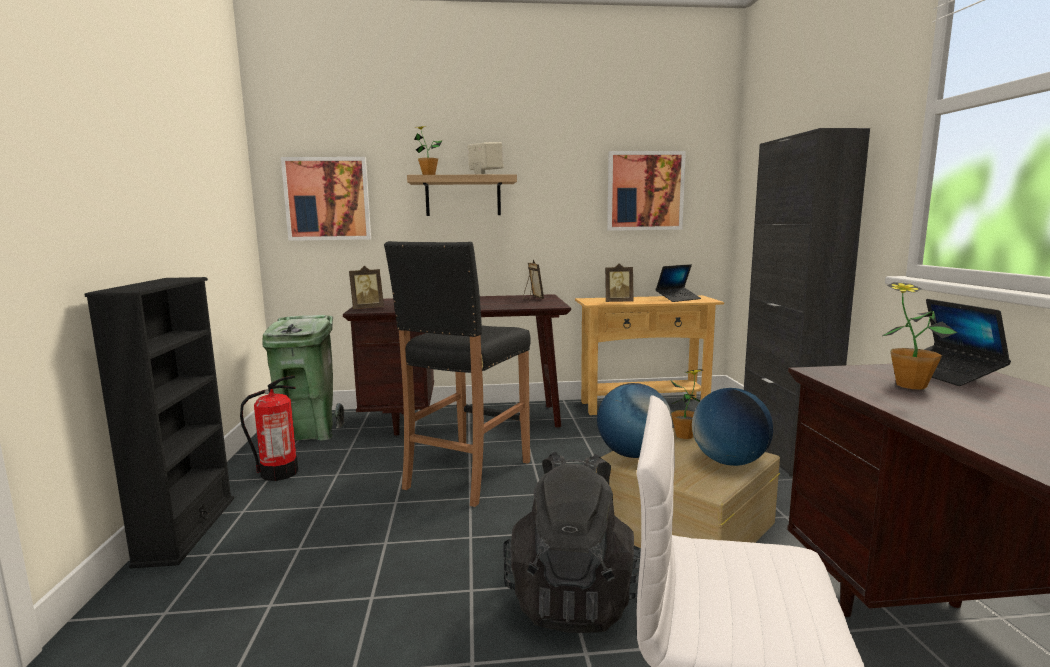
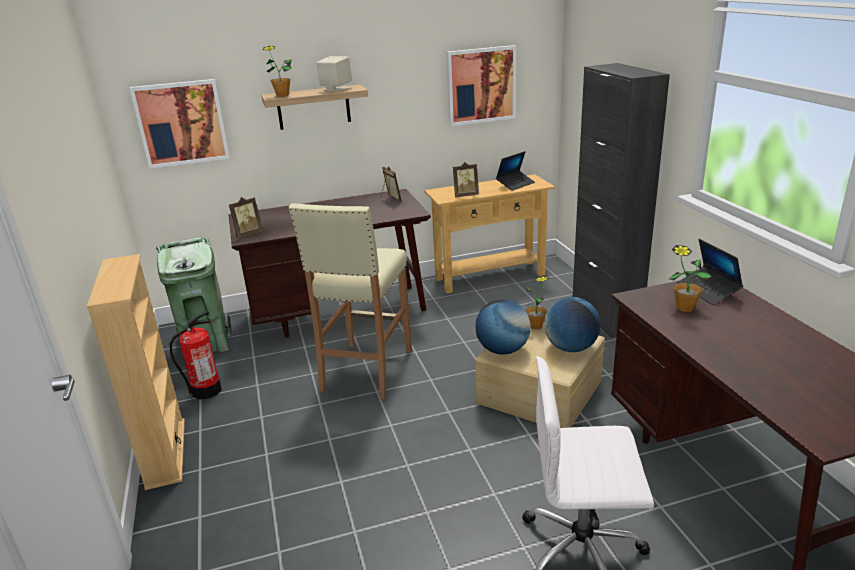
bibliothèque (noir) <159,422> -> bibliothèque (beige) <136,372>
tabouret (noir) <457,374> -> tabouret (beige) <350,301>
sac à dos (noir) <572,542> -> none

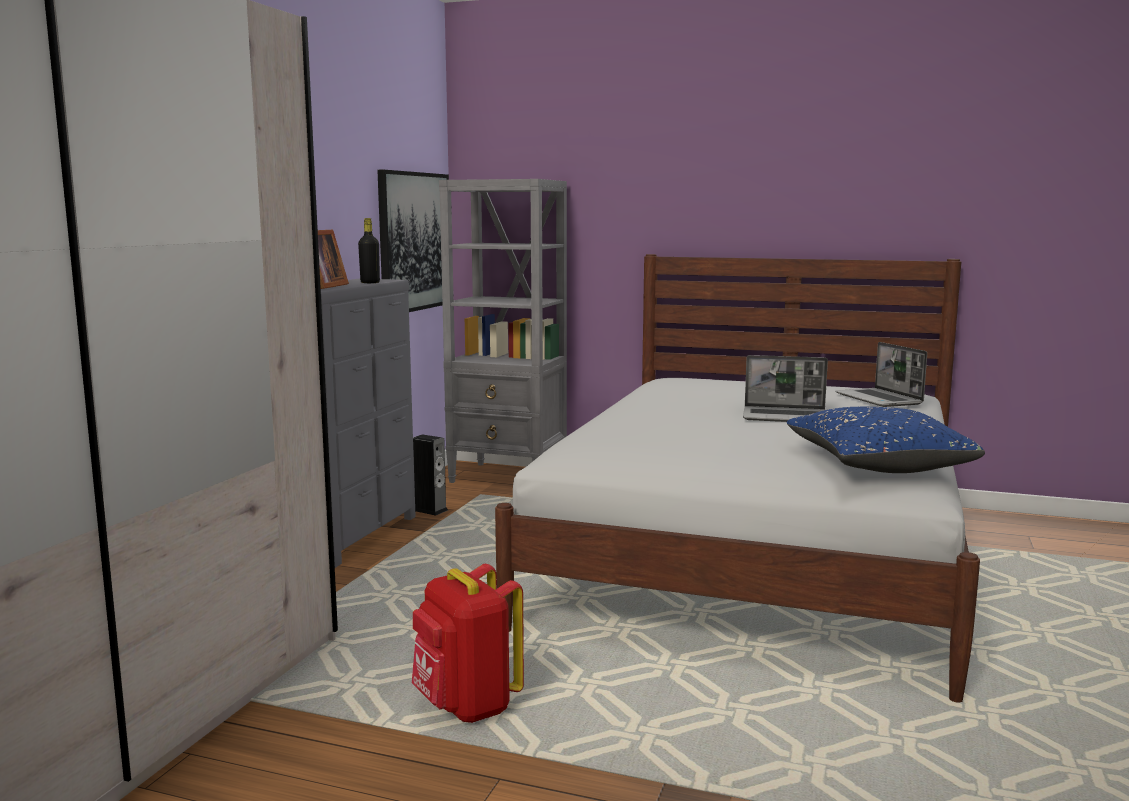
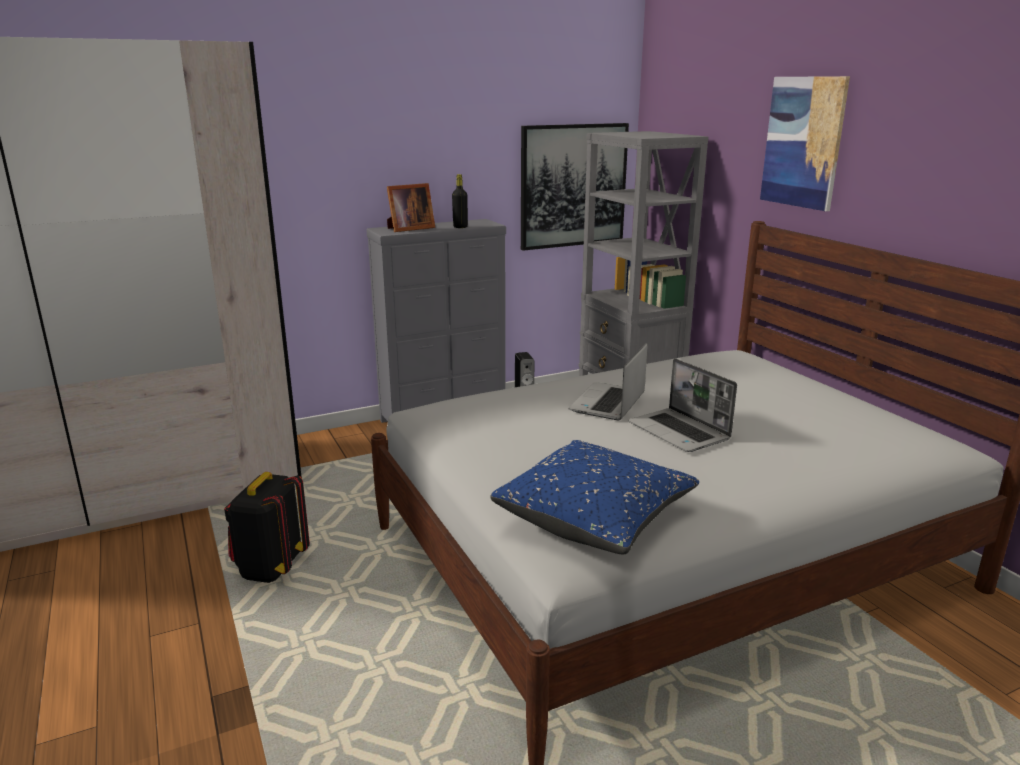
sac à dos (rouge) <468,643> -> sac à dos (noir) <267,527>
ordinateur portable <881,374> -> ordinateur portable <608,381>, shifted
none -> tableau <805,143>

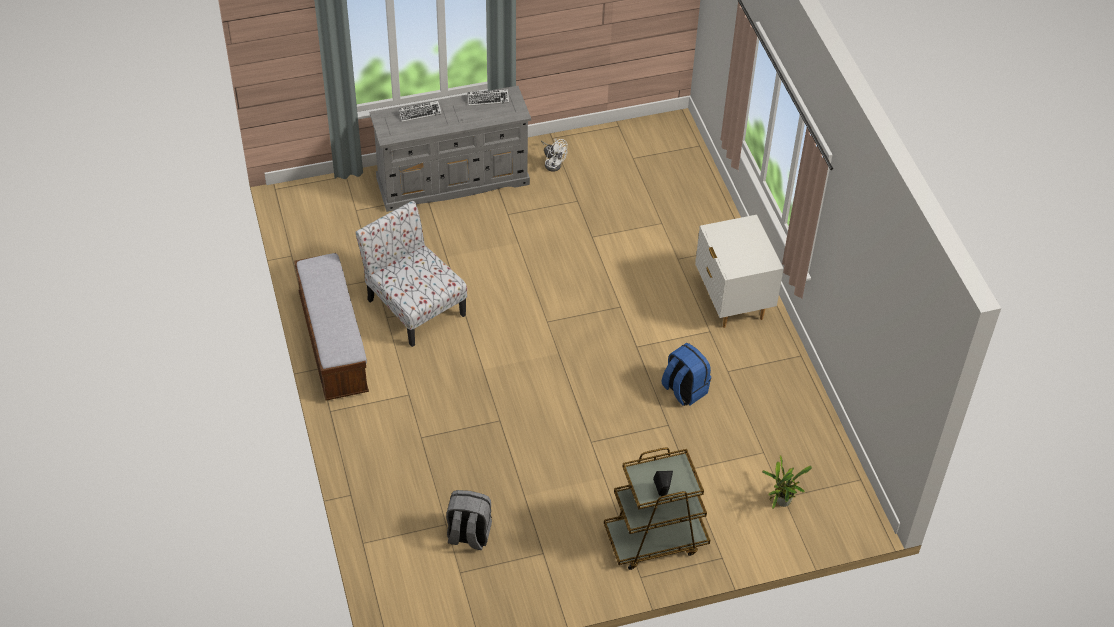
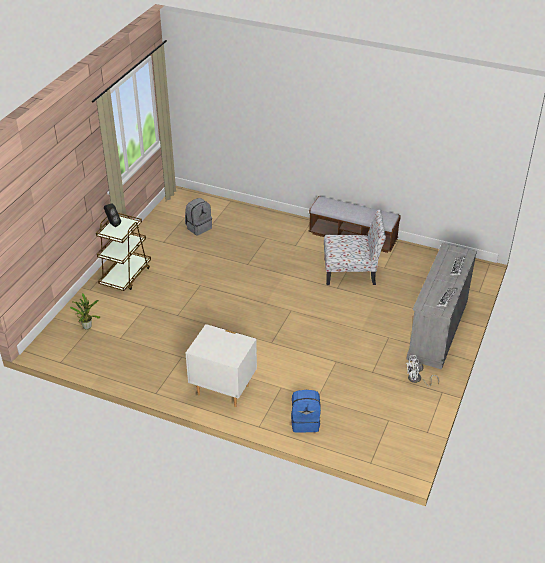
sac à dos (bleu) <686,374> -> sac à dos (bleu) <306,411>, shifted

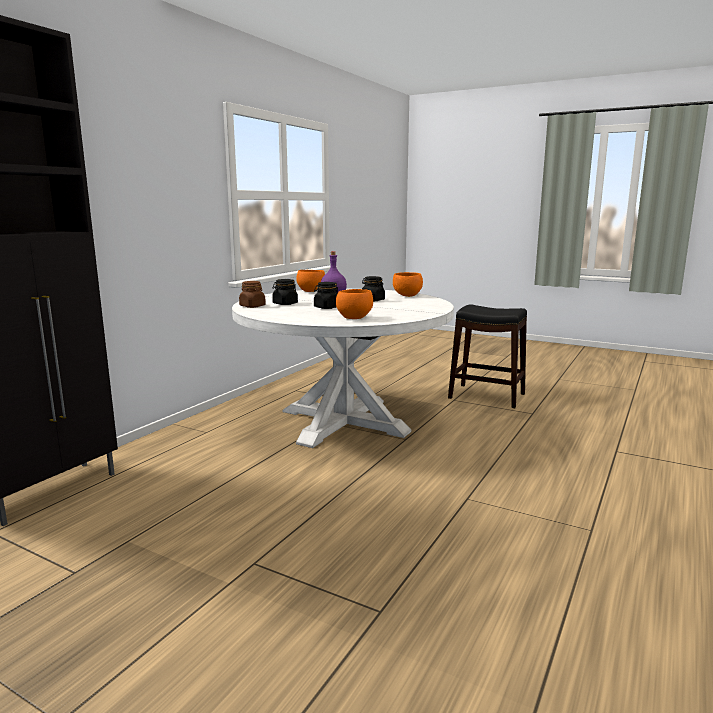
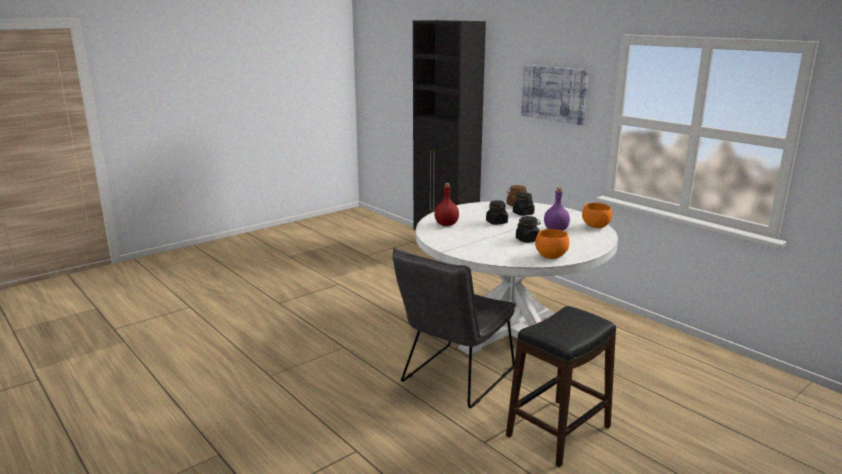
bol (orange) <354,304> -> bouteille (rouge) <446,204>
none -> chaise (gris) <454,328>
none -> tableau <555,95>

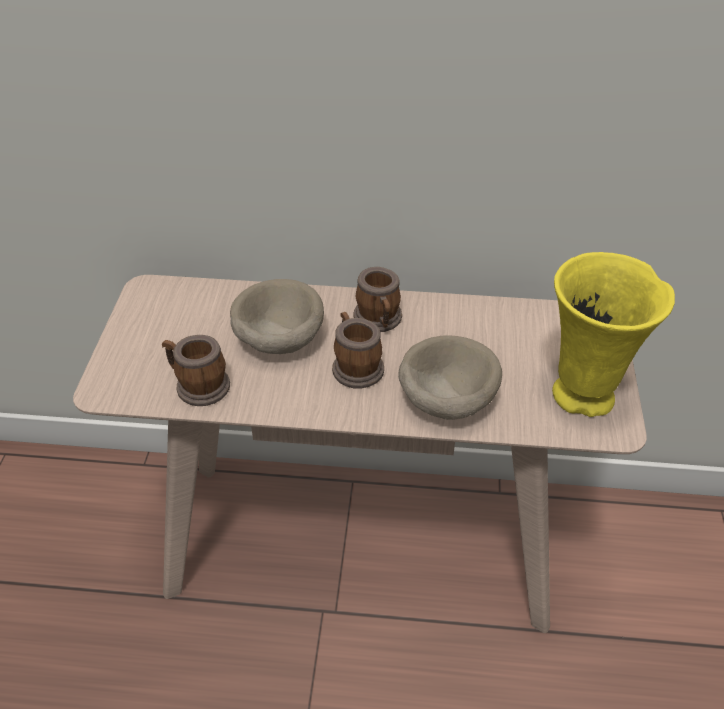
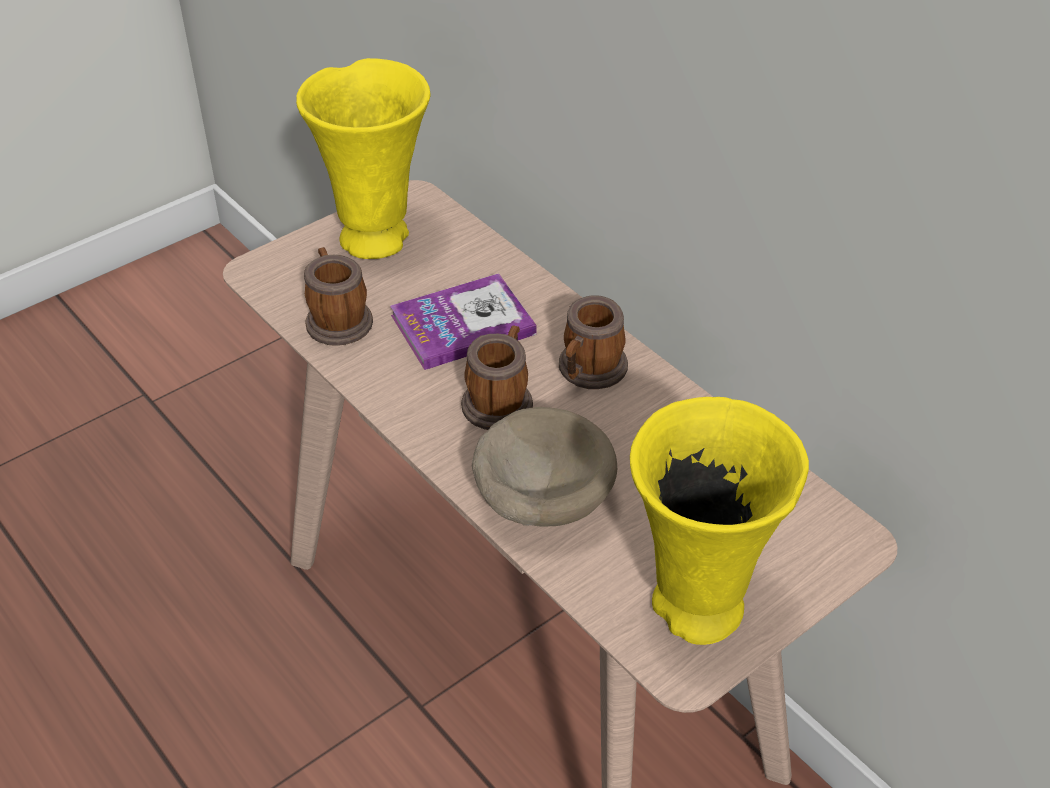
bol (beige) <277,316> -> livre <463,321>
none -> vase (jaune) <363,158>

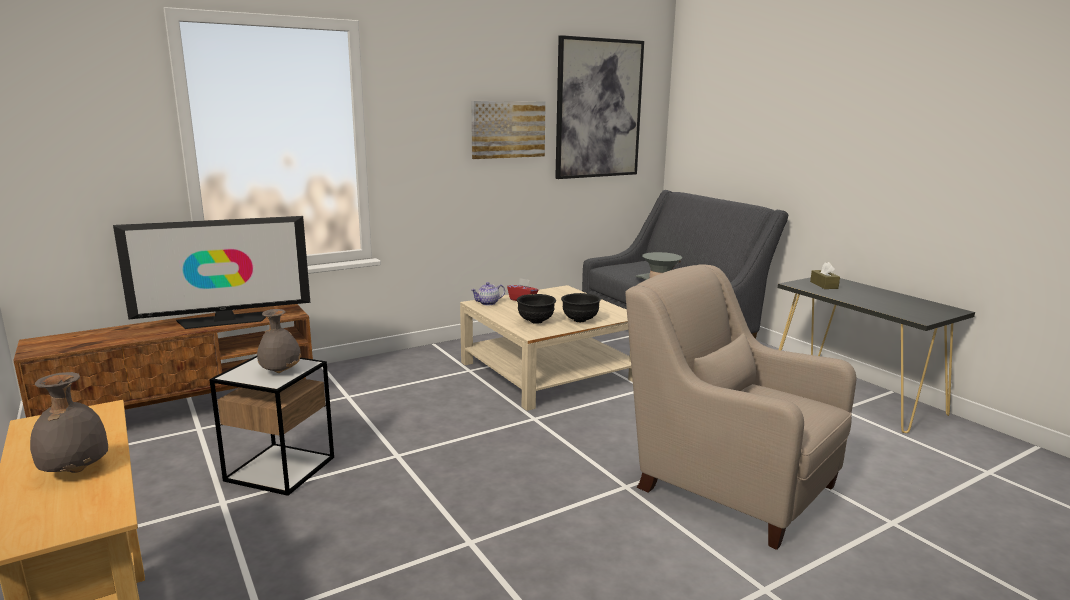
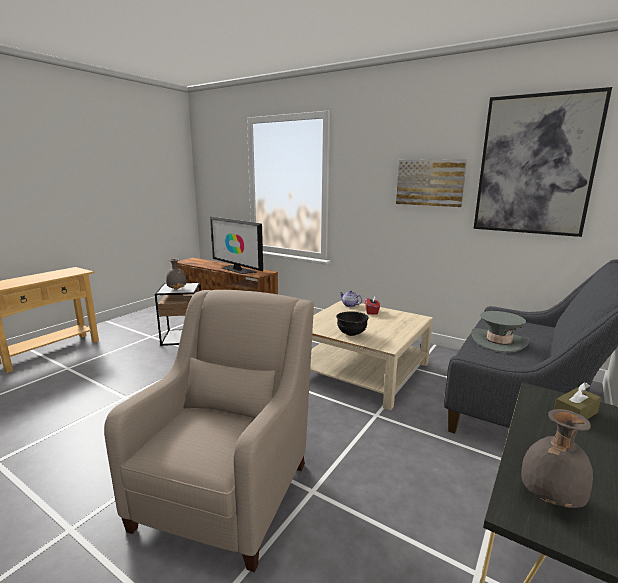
vase (gris) <69,422> -> vase (gris) <557,458>, shifted
bol (noir) <536,309> -> none

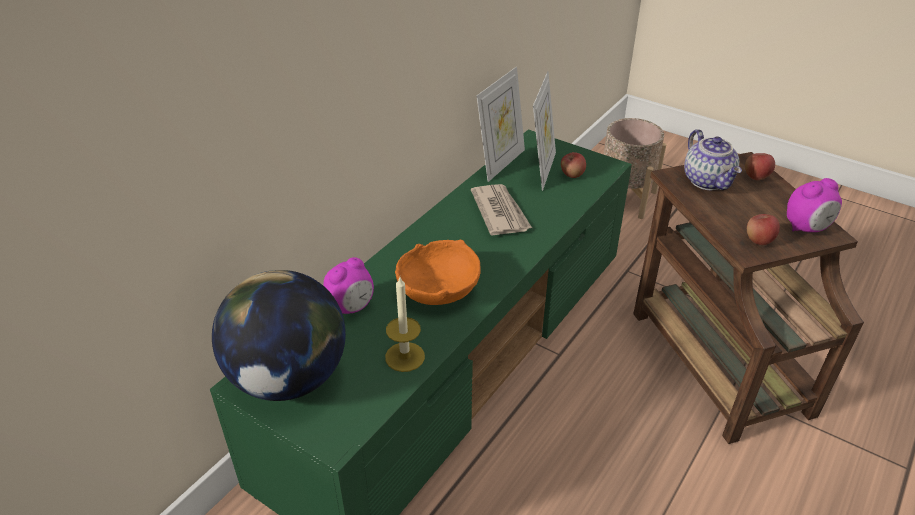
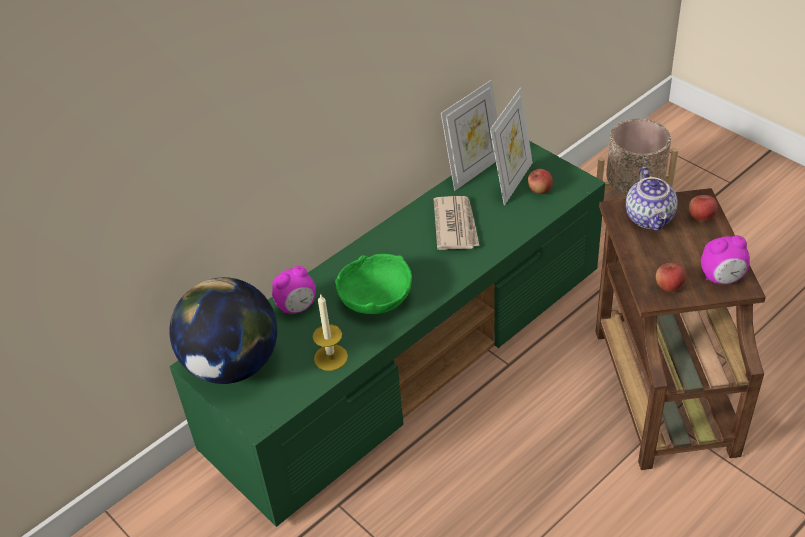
bol (orange) <438,272> -> bol (vert) <373,284>

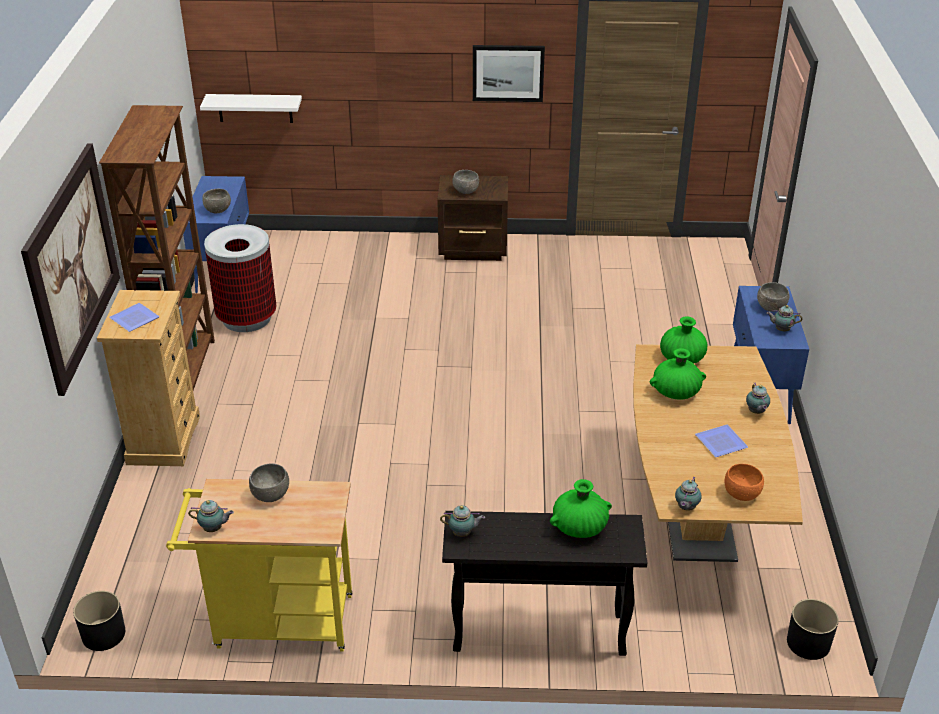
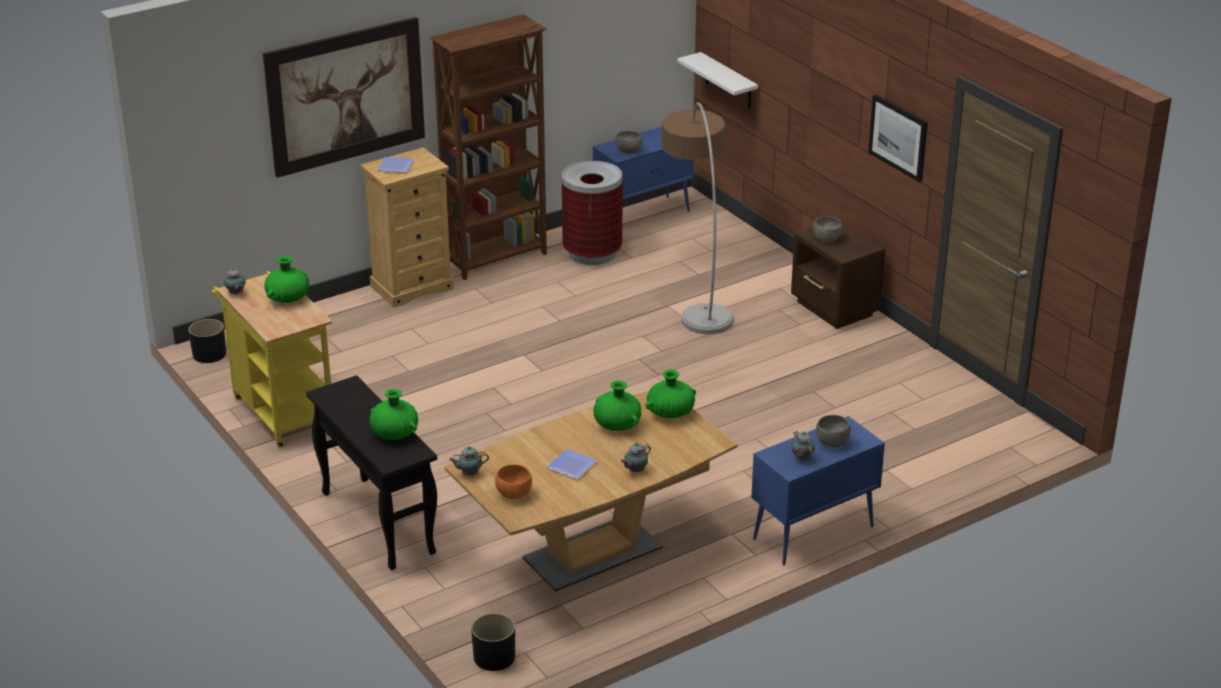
bol (gris) <269,482> -> vase (vert) <287,279>
théière <462,521> -> none
none -> lampadaire <697,218>

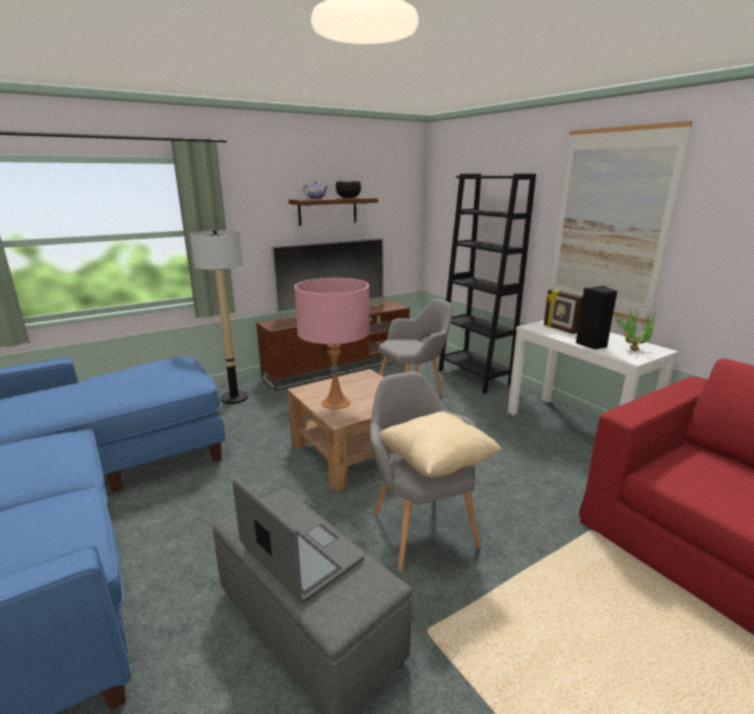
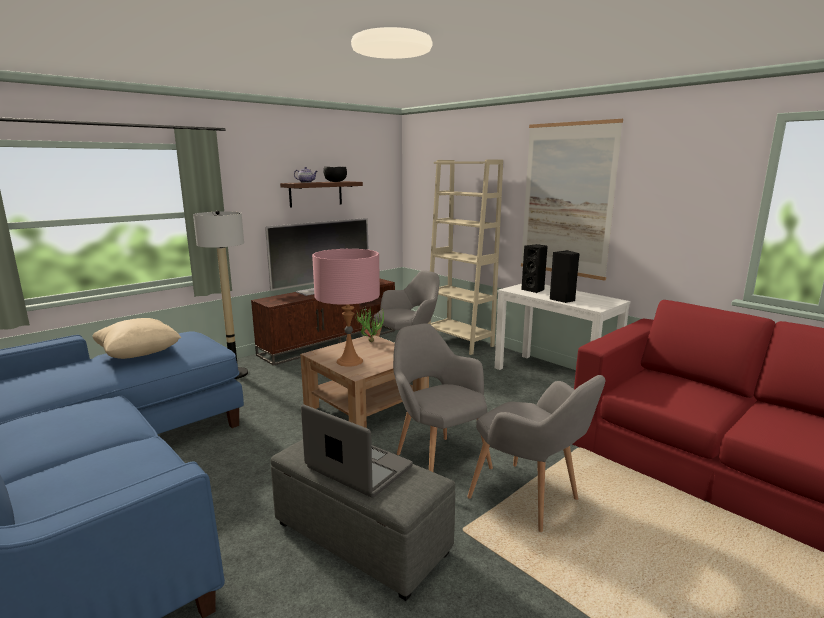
coussin (beige) <441,444> -> coussin (beige) <136,338>, shifted
bibliothèque (noir) <487,284> -> bibliothèque (beige) <465,257>
cadre photo <563,311> -> enceinte (noir) <534,268>
plante en pot <634,329> -> plante en pot <370,324>, shifted
none -> fauteuil (gris) <536,453>

